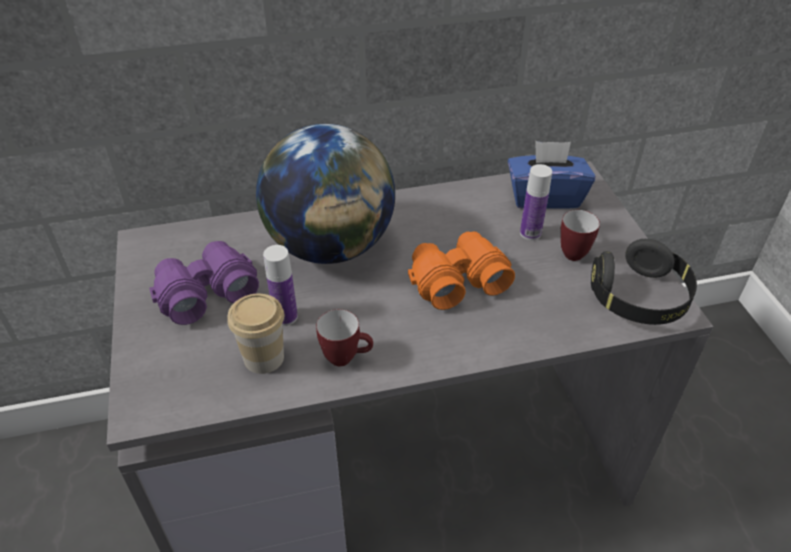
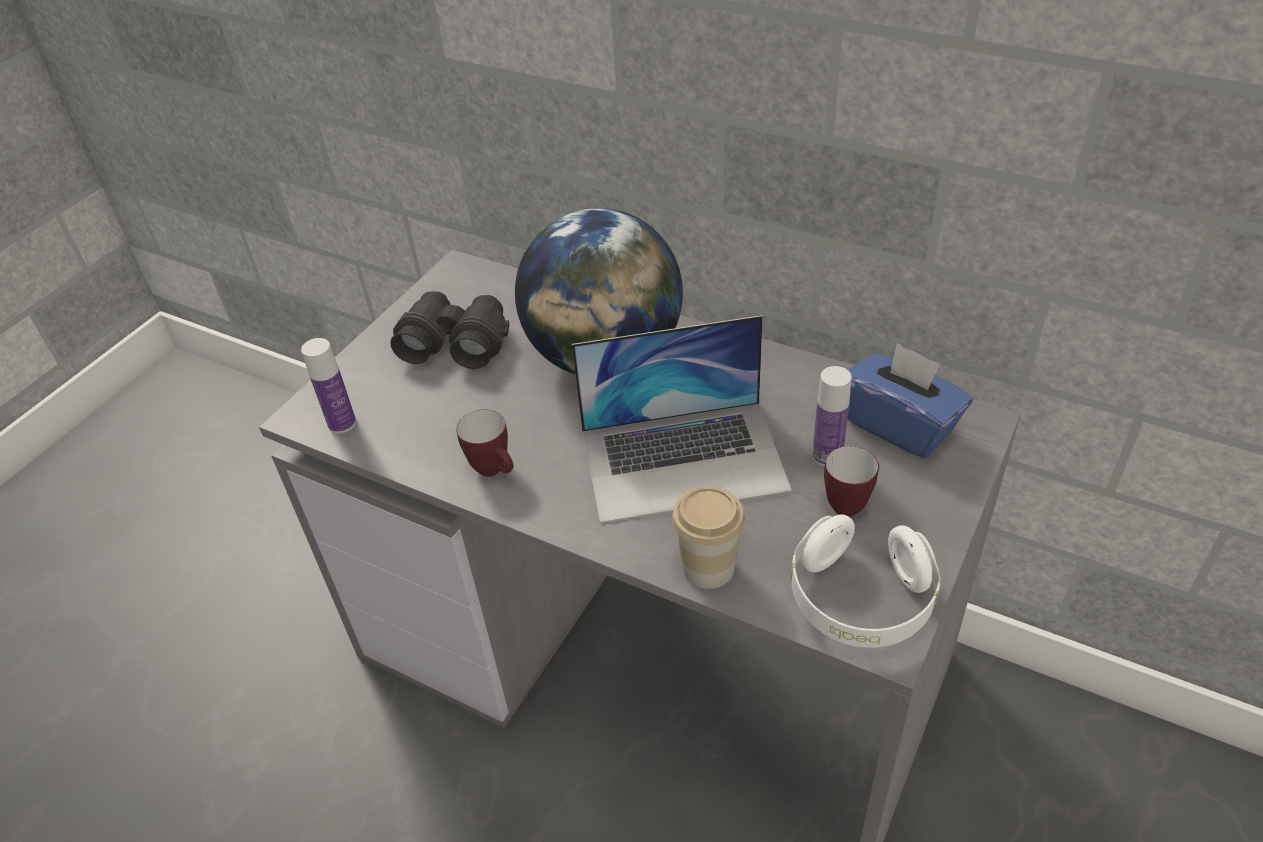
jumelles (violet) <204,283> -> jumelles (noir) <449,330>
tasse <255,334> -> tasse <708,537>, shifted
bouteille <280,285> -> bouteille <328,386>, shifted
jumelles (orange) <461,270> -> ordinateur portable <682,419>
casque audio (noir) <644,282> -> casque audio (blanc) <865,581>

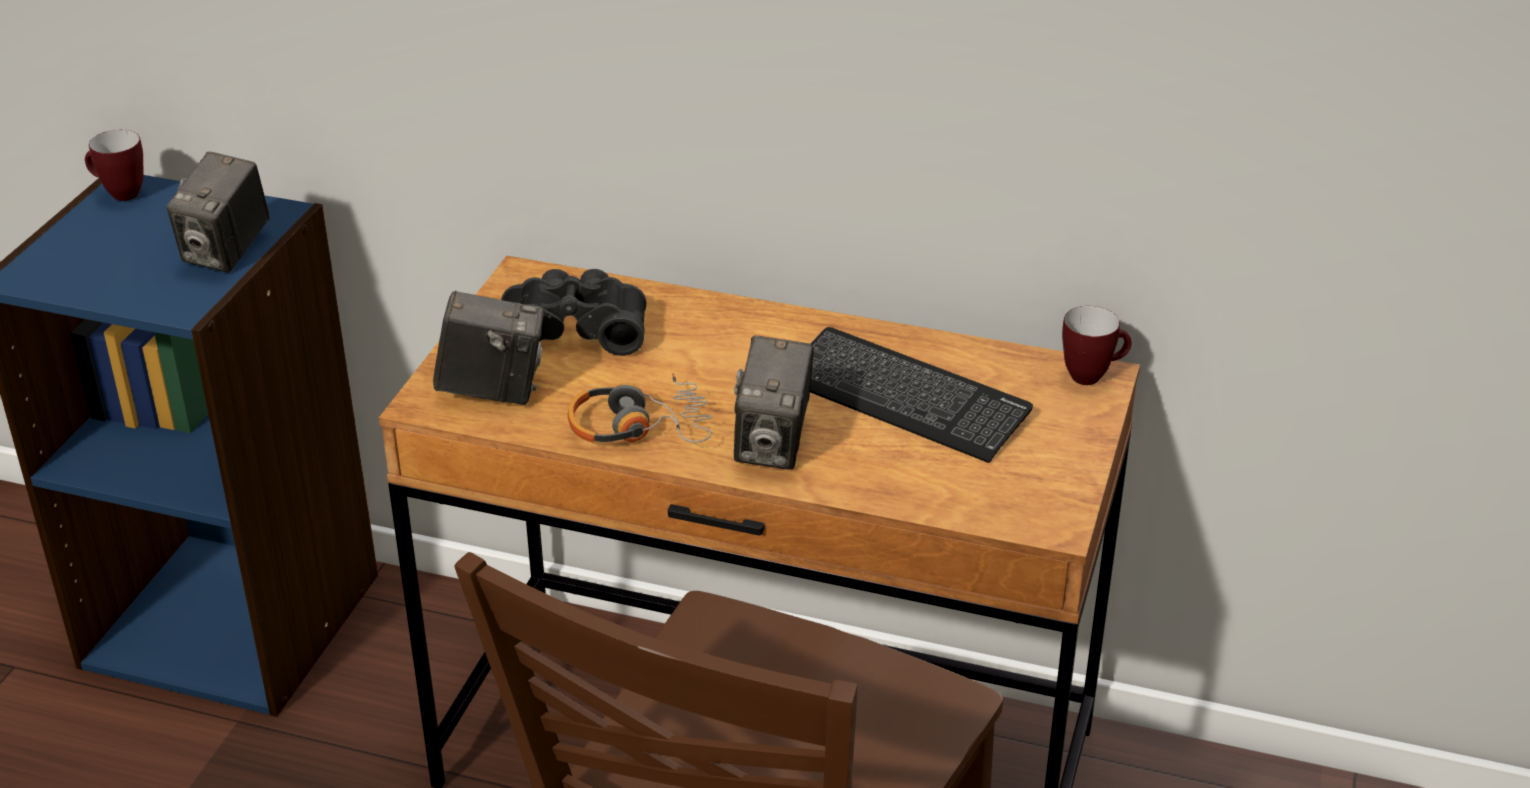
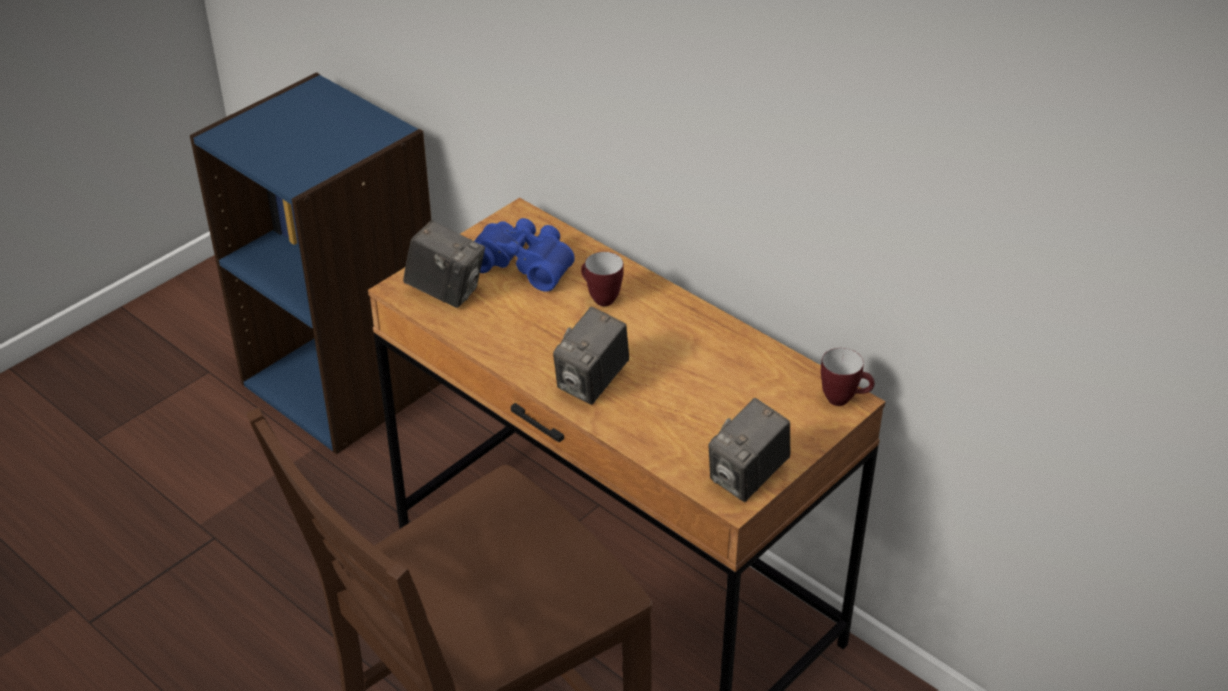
mug <114,165> -> mug <602,279>, shifted
appareil photo <218,212> -> appareil photo <749,450>, shifted
jumelles (noir) <573,312> -> jumelles (bleu) <524,255>
casque audio <640,408> -> none
clavier <921,395> -> none

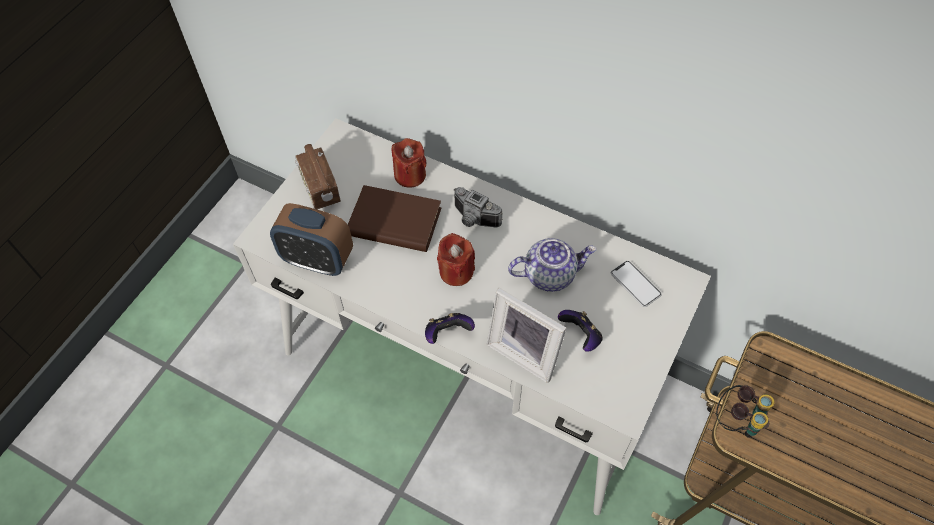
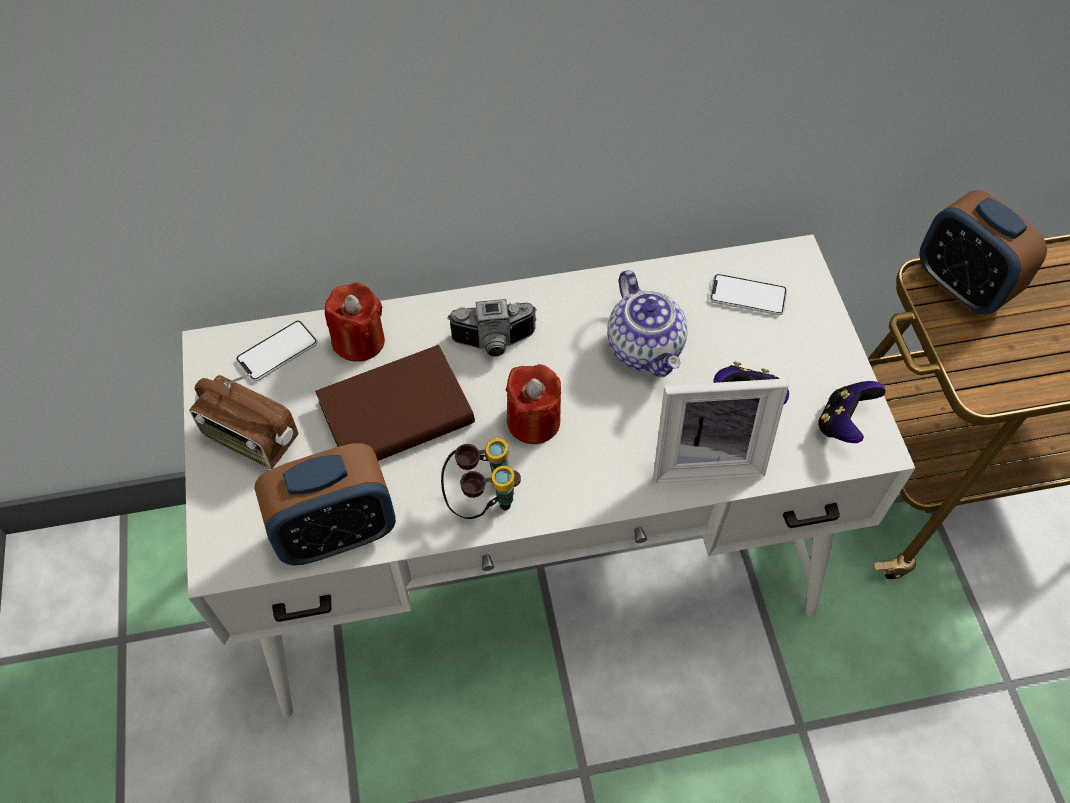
manette <450,328> -> manette <851,412>, shifted
théière <552,265> -> théière <647,324>, 120 degrees clockwise
jumelles <745,411> -> jumelles <481,478>, shifted
none -> téléphone <277,351>
none -> réveil <983,252>

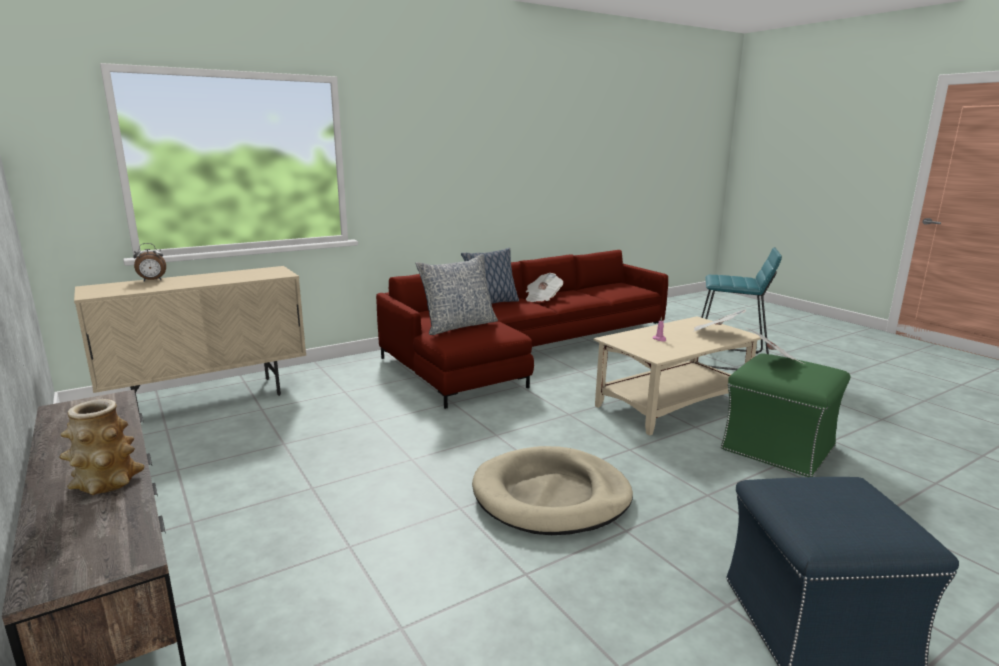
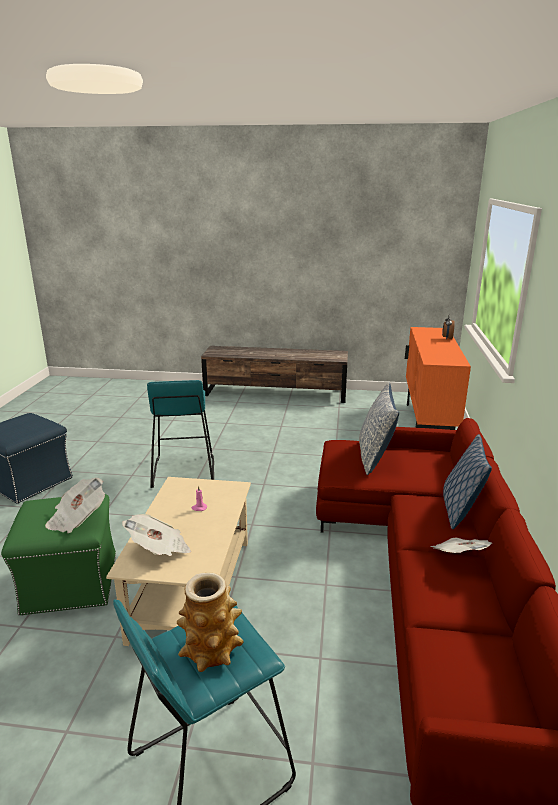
vase <101,447> -> vase <210,622>, shifted
meuble de rangement (beige) <190,339> -> meuble de rangement (orange) <438,378>
panier pour chien (beige) <552,490> -> tabouret (turquoise) <180,434>

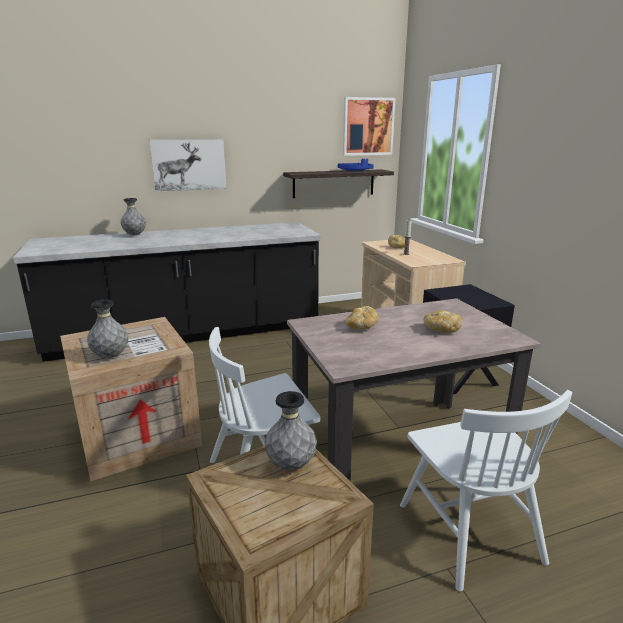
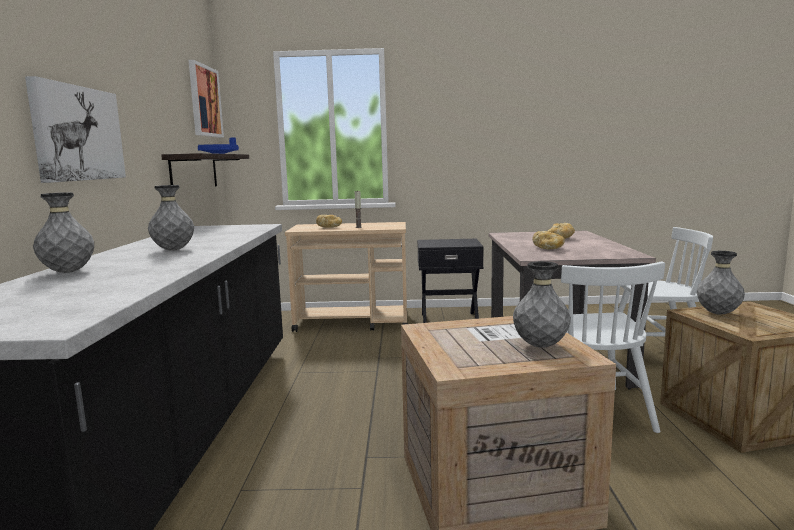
none -> vase (gris) <171,218>

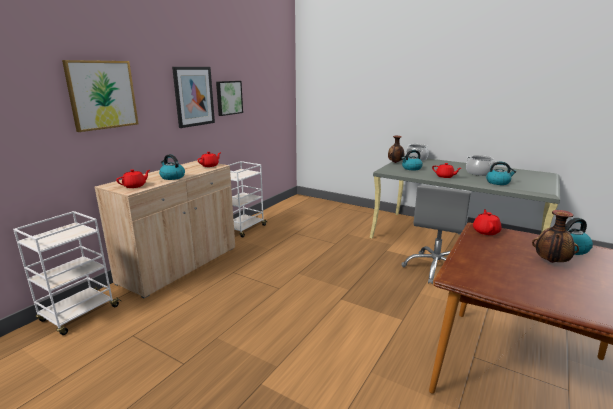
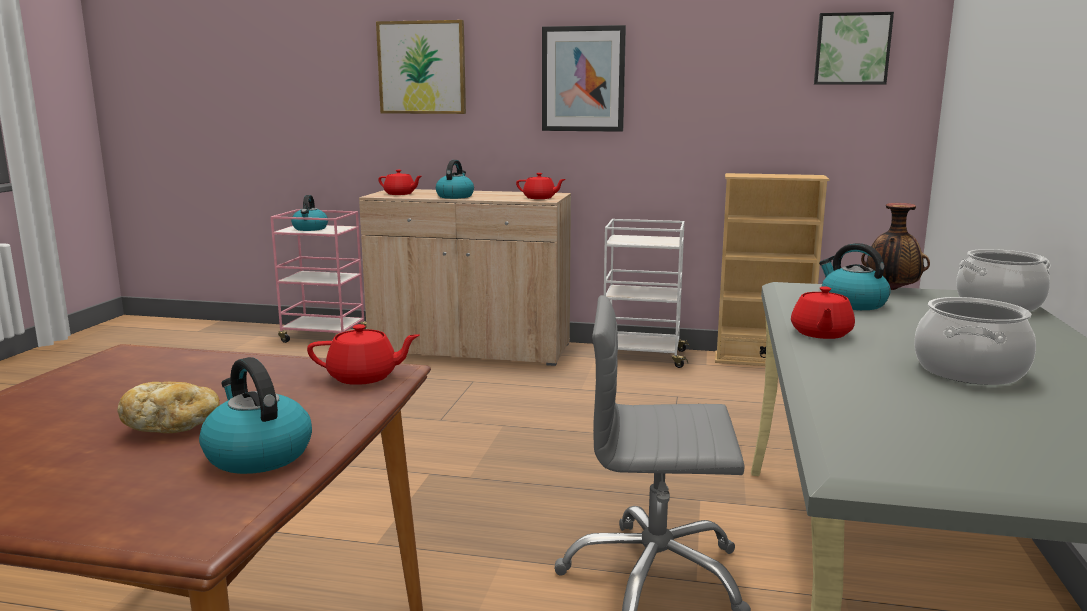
chariot (blanc) <67,273> -> chariot (rose) <318,276>
tableau <229,98> -> tableau <854,48>, shifted
bouilloire <501,173> -> bouilloire <309,213>, shifted
vase <555,236> -> pain <168,407>
none -> bibliothèque (beige) <772,269>

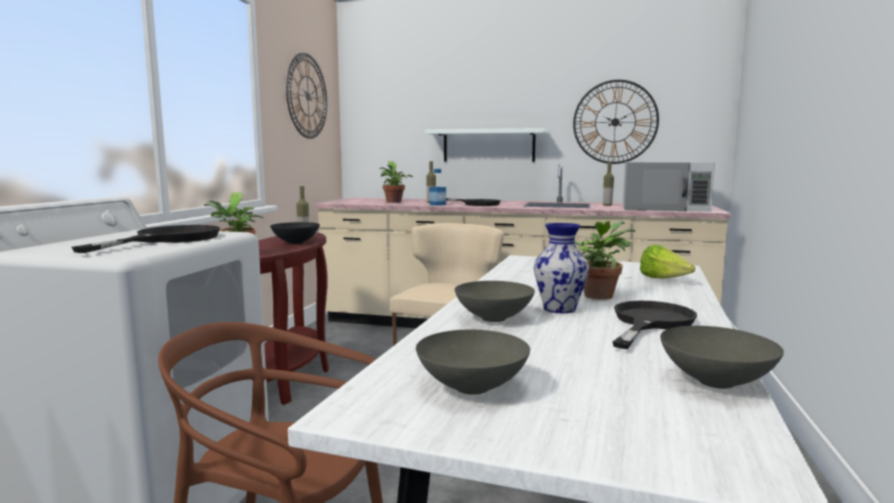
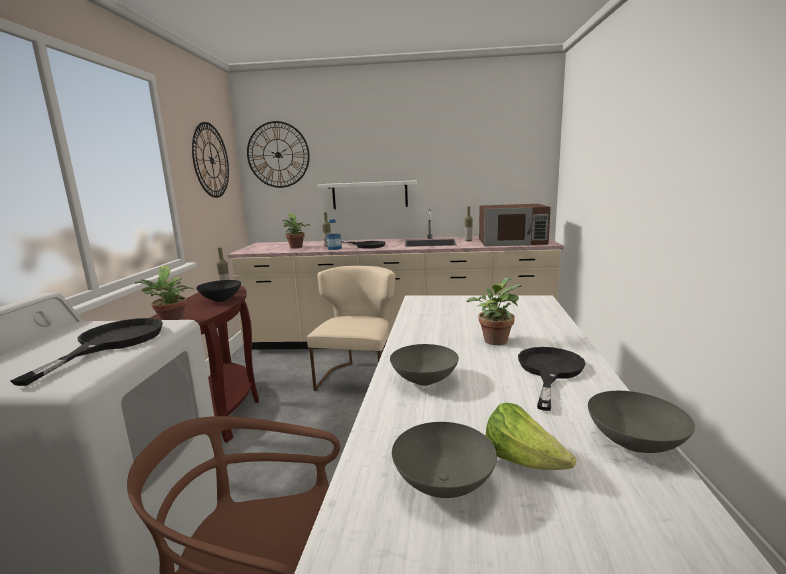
vase <561,268> -> none
horloge murale <616,122> -> horloge murale <278,154>, shifted
micro-ondes (blanc) <669,187> -> micro-ondes (marron) <515,225>
laitue <667,261> -> laitue <531,436>, shifted

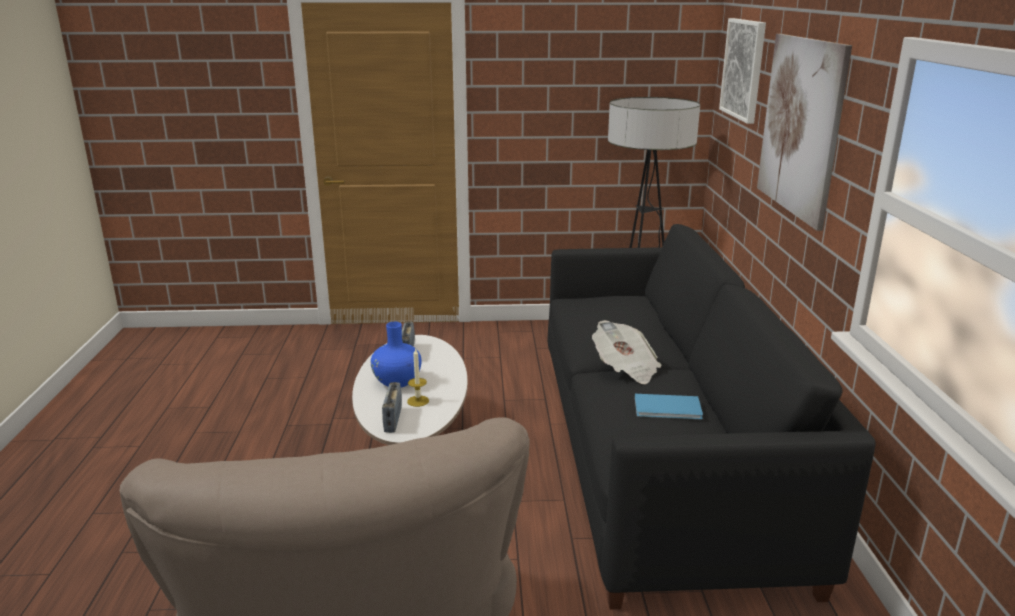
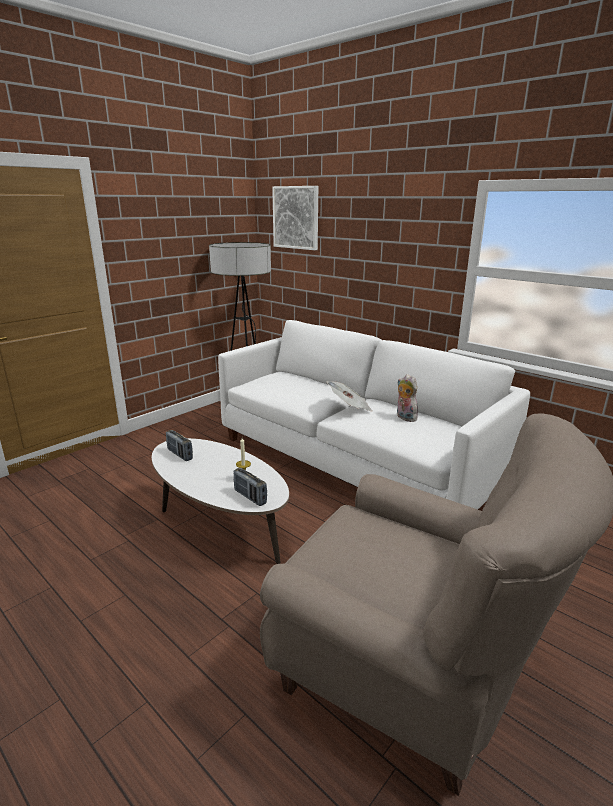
vase (bleu) <396,354> -> none
canapé (noir) <711,417> -> canapé (blanc) <374,414>
livre (bleu) <669,406> -> peluche <407,398>
tableau <804,132> -> none

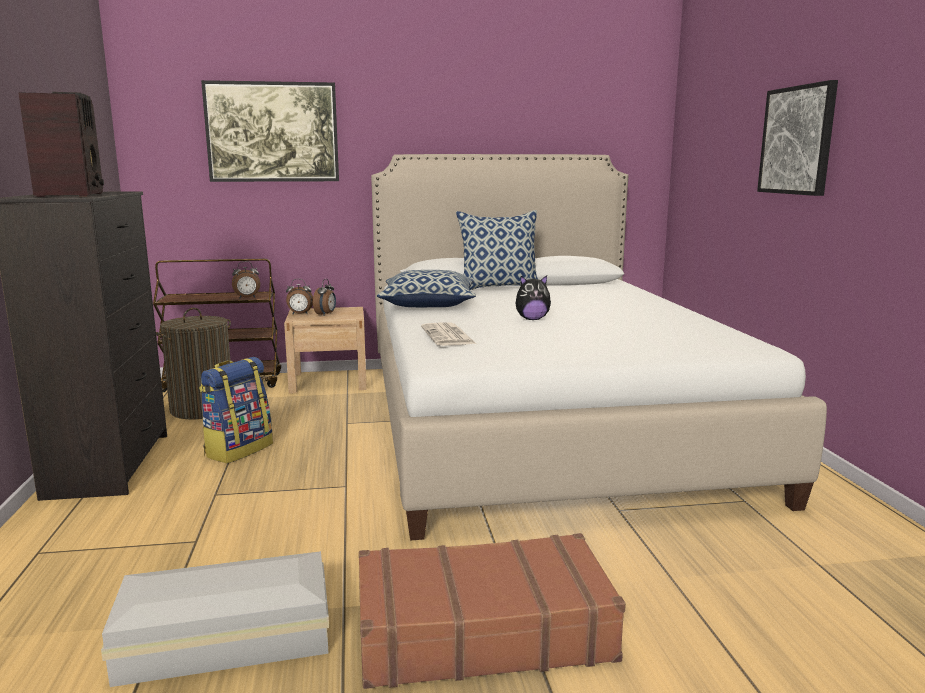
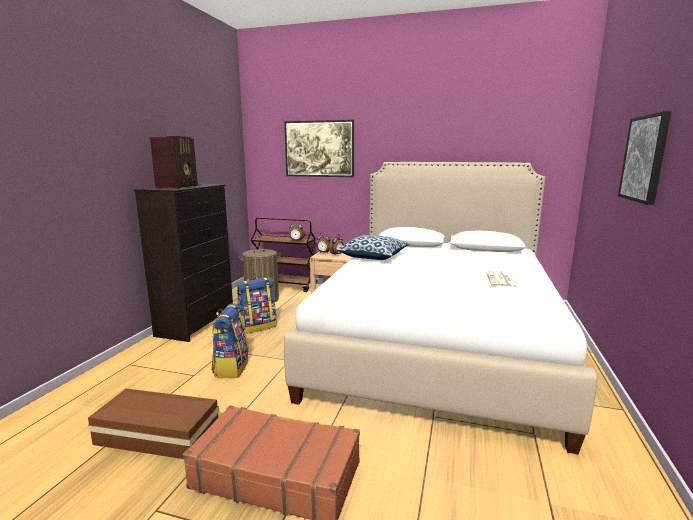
boîte de rangement (blanc) <215,619> -> boîte de rangement (marron) <153,424>
journal <448,334> -> journal <502,279>, shifted
coussin <497,250> -> none
peluche <533,297> -> none
none -> sac à dos <230,340>

